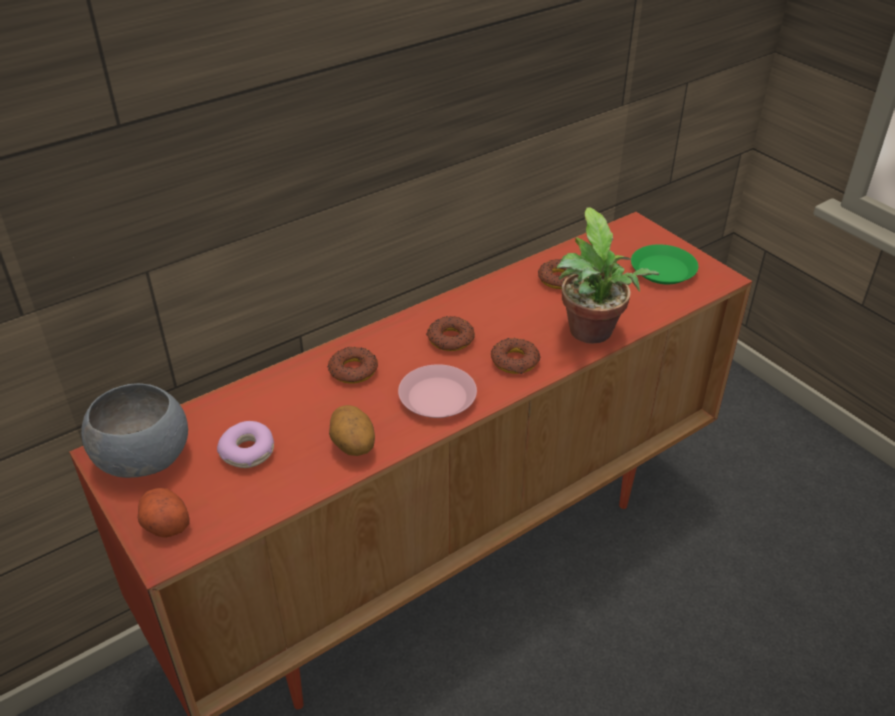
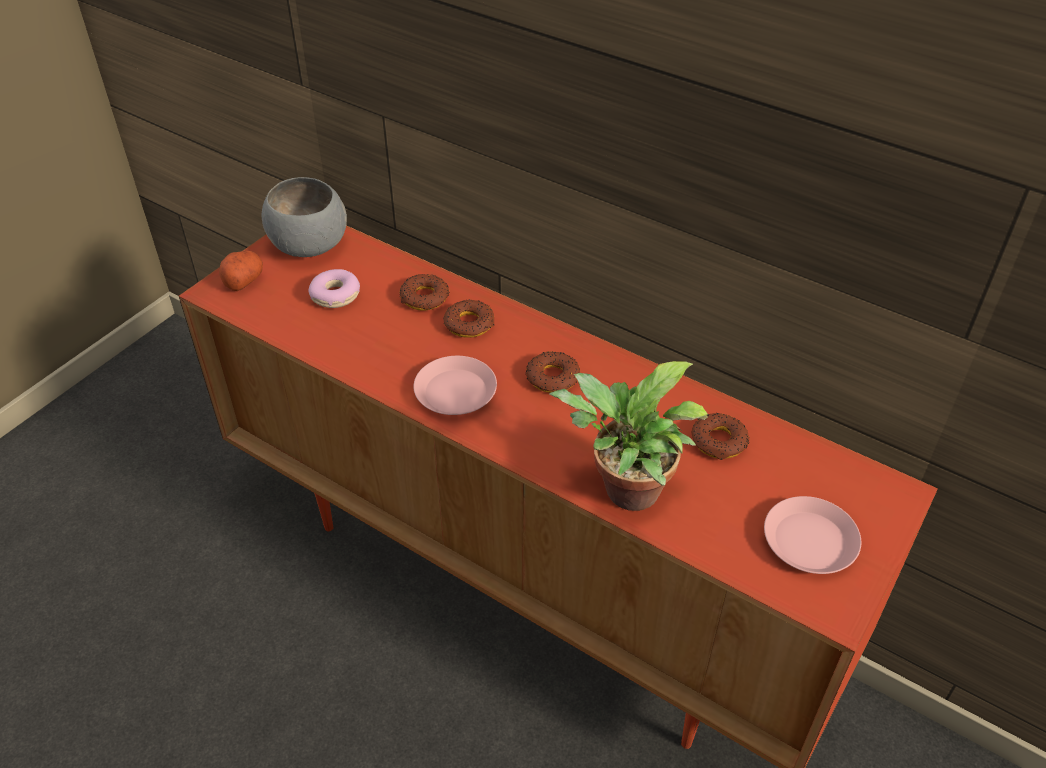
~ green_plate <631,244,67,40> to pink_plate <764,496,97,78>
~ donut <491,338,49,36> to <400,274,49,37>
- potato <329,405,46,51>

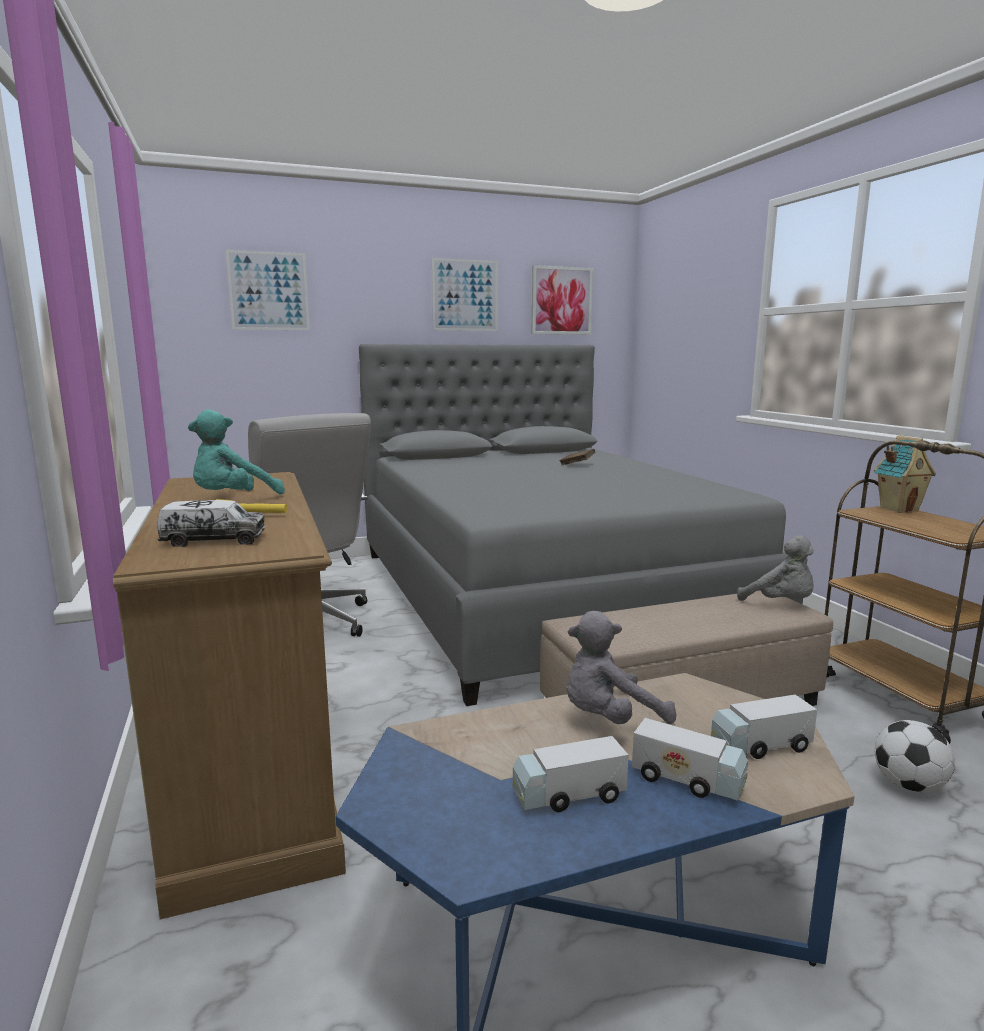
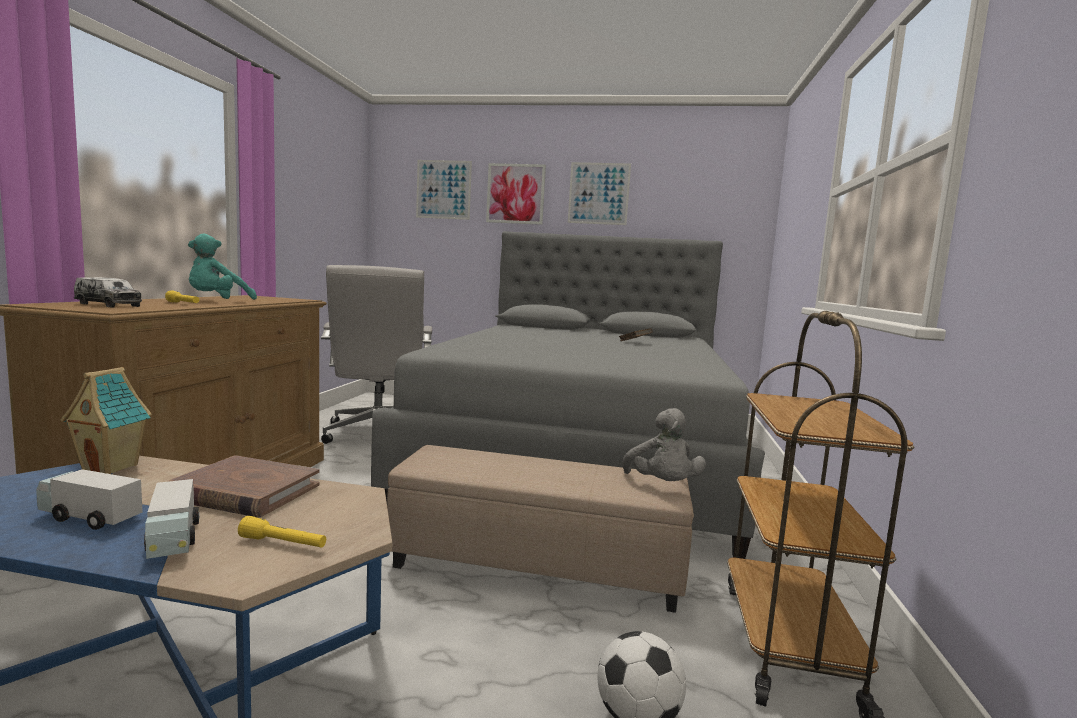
~ picture <532,265,61,70> to <486,163,60,62>
~ turquoise_plush_toy <188,409,97,86> = <188,233,69,66> 45 degrees counterclockwise
~ toy_house <874,435,62,78> to <60,367,92,107>
~ grey_plush_toy <566,611,111,113> to brown_book <168,455,151,63>
~ toy_truck <711,695,106,64> to yellow_flashlight <238,516,88,32>

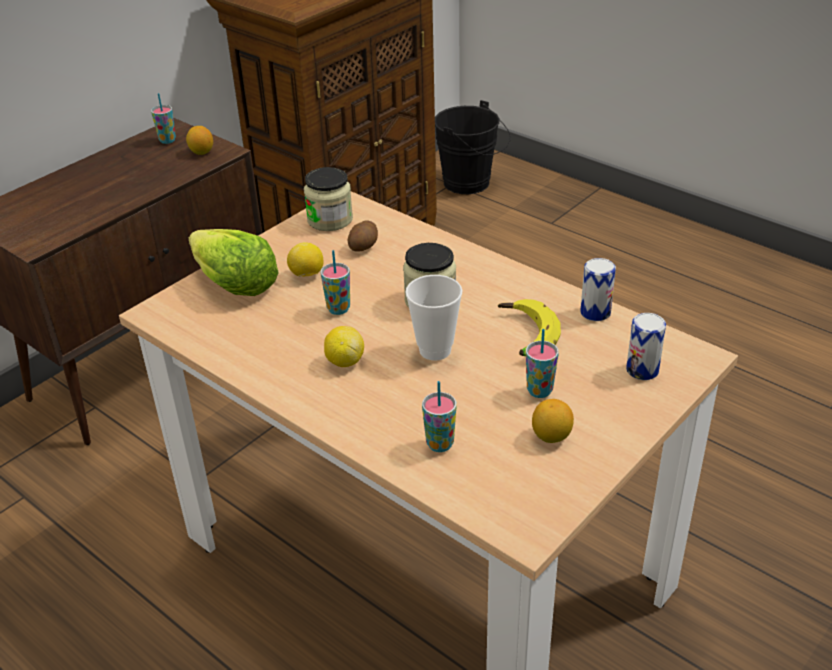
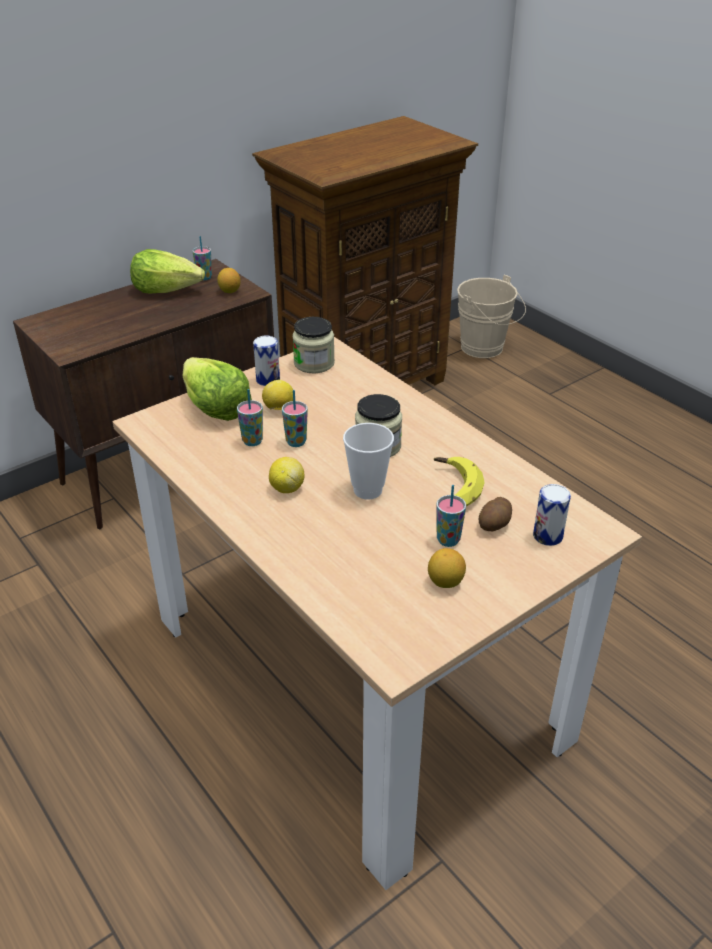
~ black_bucket <435,100,76,94> to beige_bucket <457,274,69,84>
~ potato <348,220,30,32> to <479,497,33,34>
~ can <580,258,36,63> to <253,335,27,51>
~ cup <422,381,35,71> to <237,389,26,57>
+ lettuce <130,249,75,44>

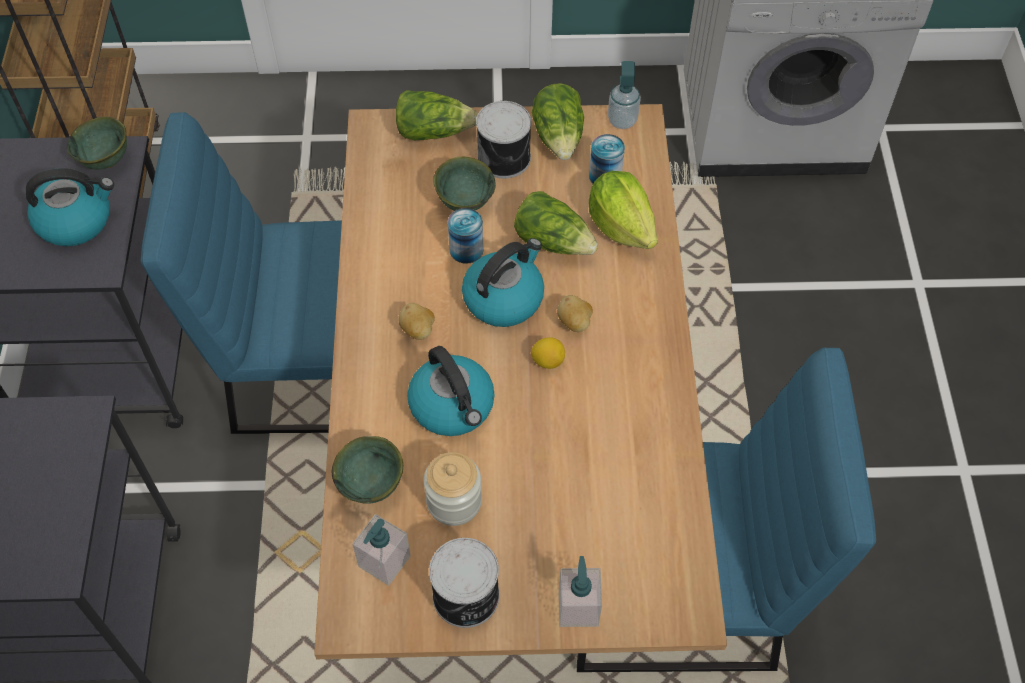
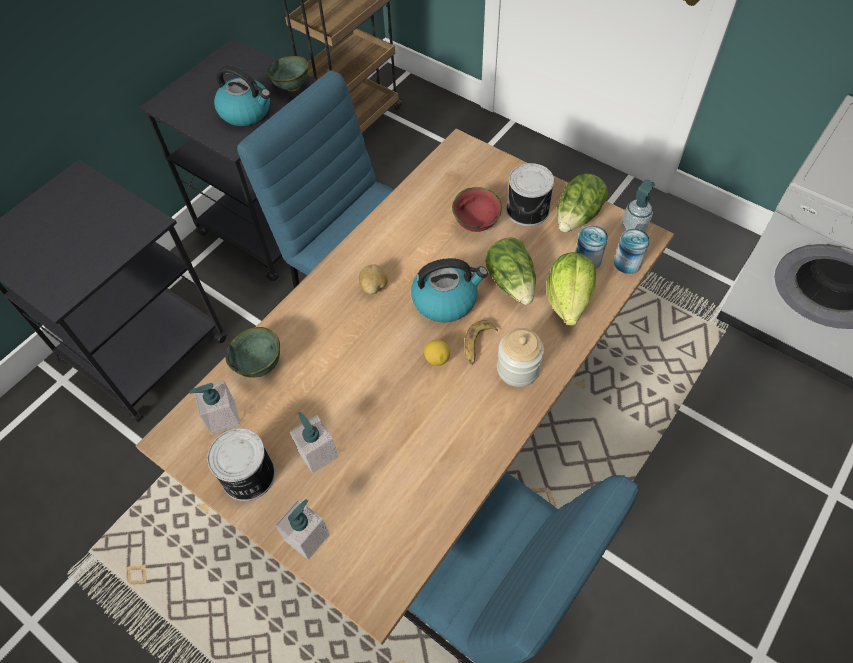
- lettuce <396,90,82,50>
~ green_bowl <433,157,63,54> to red_bowl <452,187,50,45>
~ can <448,208,36,56> to <614,229,36,45>
~ potato <557,295,36,37> to banana <464,320,34,45>
- kettle <407,346,88,90>
~ jar <423,452,59,74> to <497,328,47,59>
+ soap_dispenser <290,412,48,61>

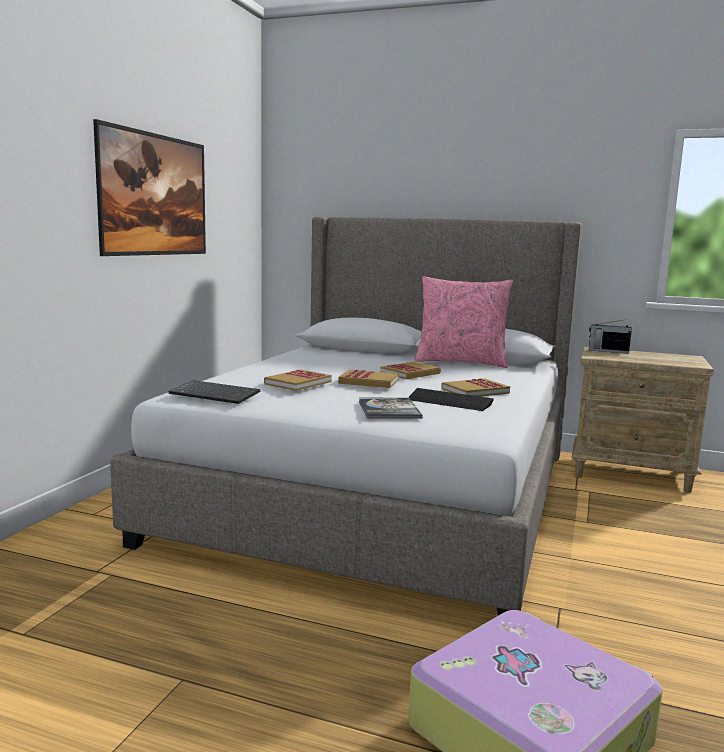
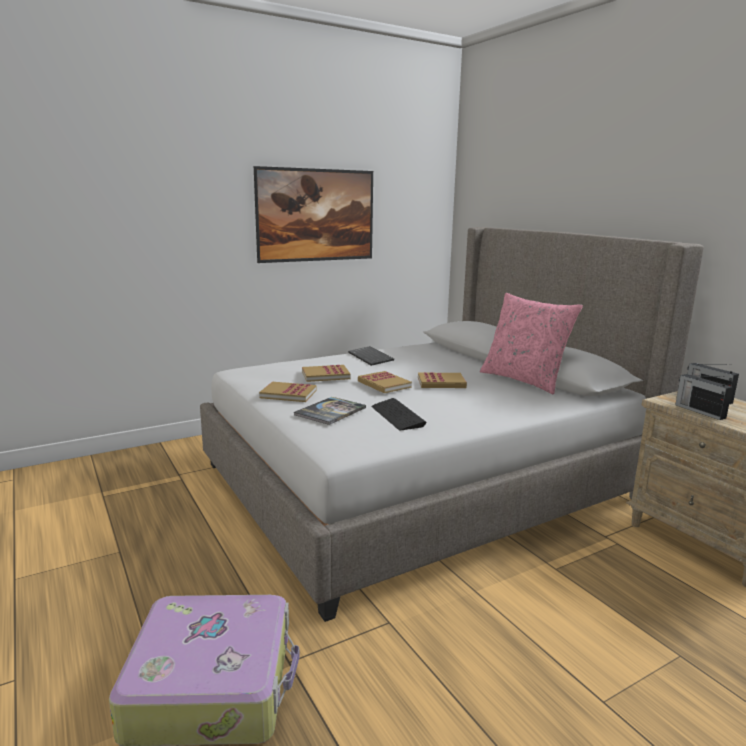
~ book <441,378,69,19> to <259,382,58,20>
~ keyboard <169,380,91,24> to <348,346,46,20>
+ radio <675,374,58,46>

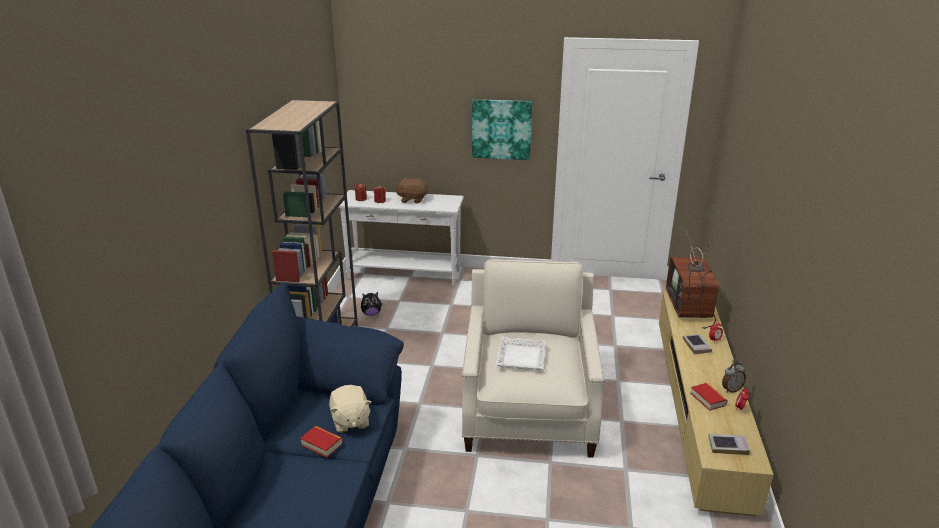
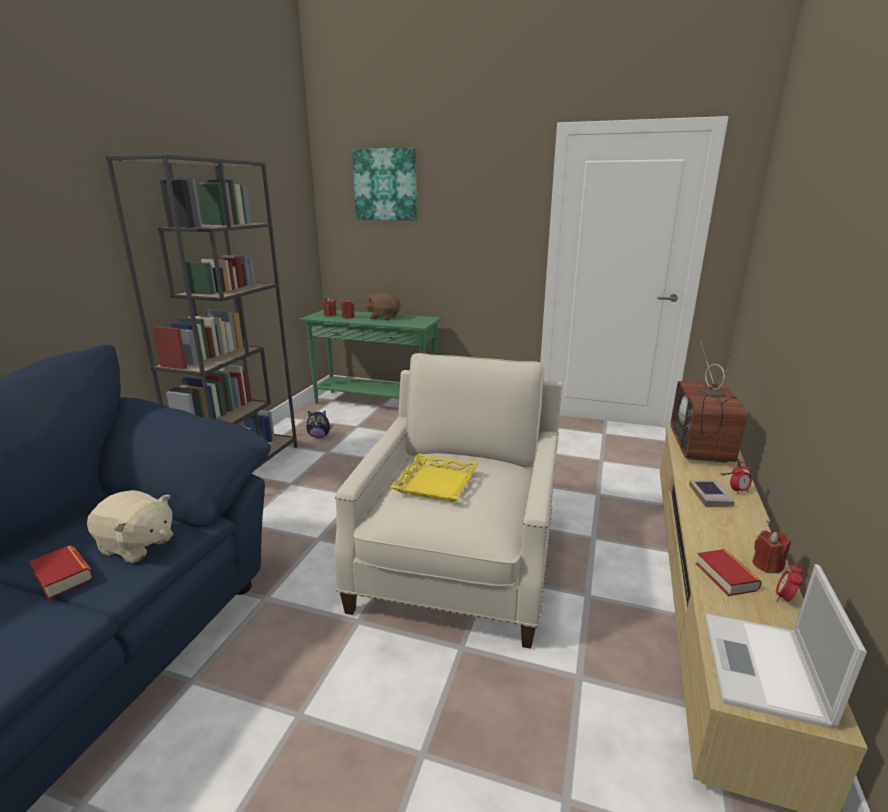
~ picture <472,99,60,61> to <352,148,65,72>
~ white_console_table <338,190,126,96> to green_console_table <300,310,141,94>
~ white_tray <495,337,51,34> to yellow_tray <390,454,89,48>
~ alarm_clock <722,362,24,31> to red_candle <752,531,39,42>
~ beige_plush_toy <329,385,43,48> = <87,490,86,73> 60 degrees counterclockwise
~ book <708,434,42,21> to laptop <705,564,162,164>

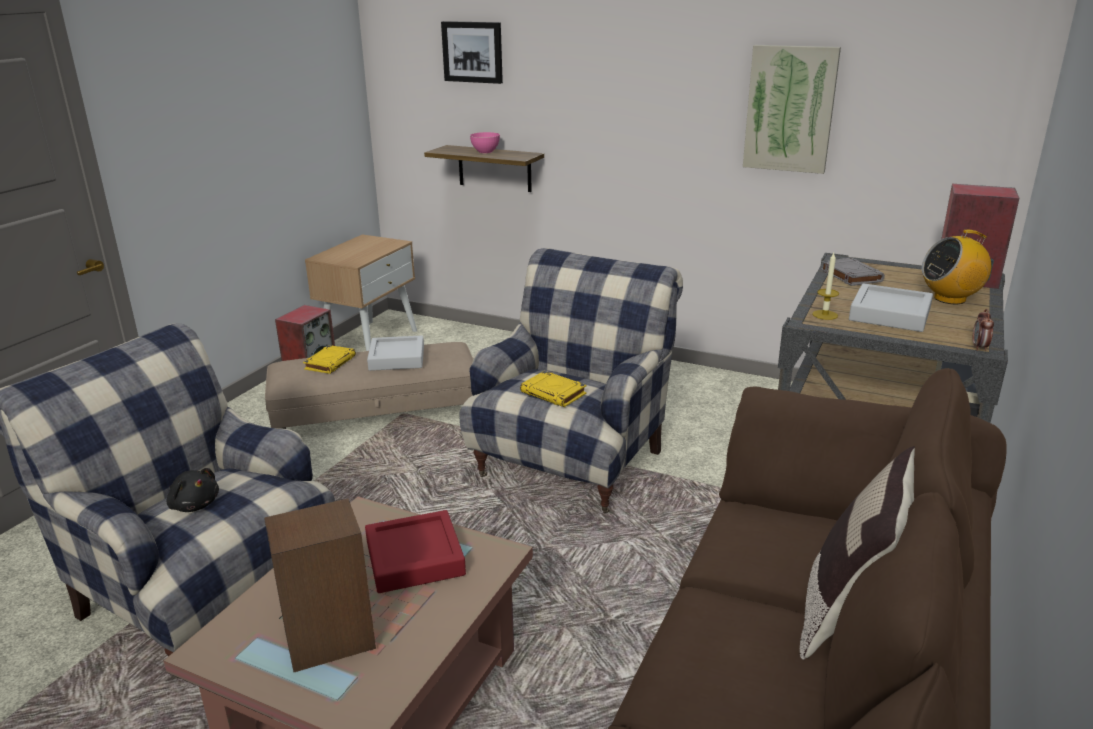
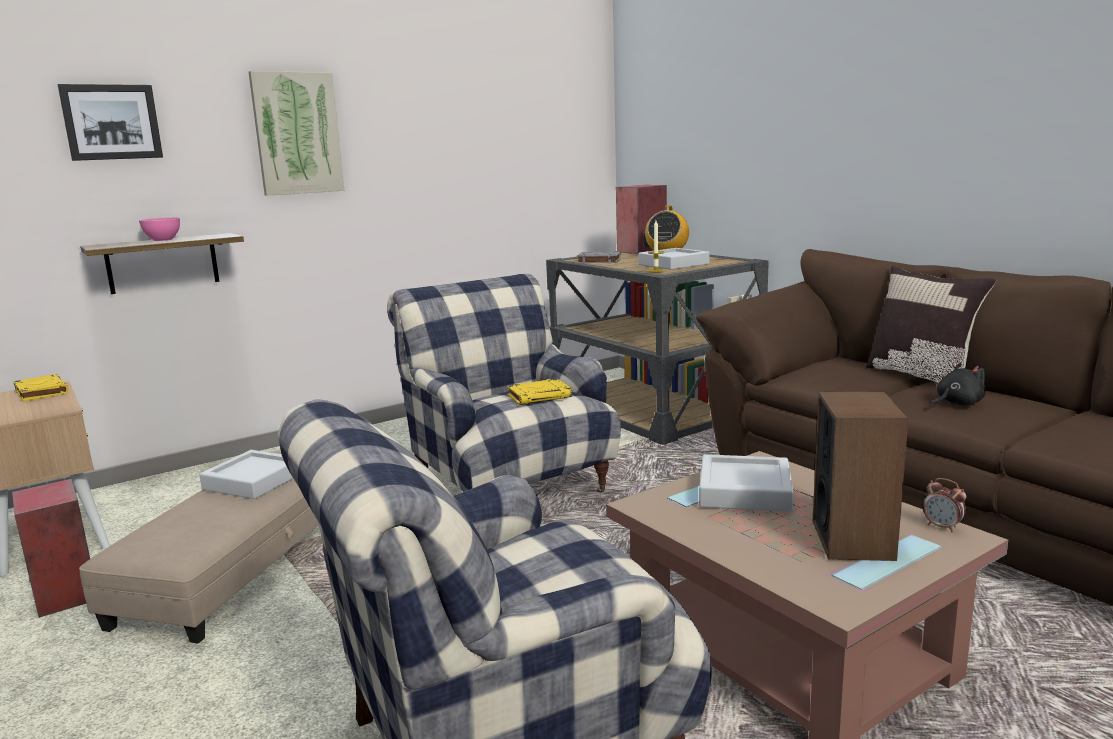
~ picture <743,45,98,129> to <249,71,95,125>
~ alarm_clock <973,309,21,42> to <923,478,43,54>
~ yellow_book <303,345,53,29> to <14,374,55,28>
~ black_plush_toy <167,468,52,44> to <932,362,54,44>
~ red_tray <365,510,101,83> to grey_tray <699,454,95,58>

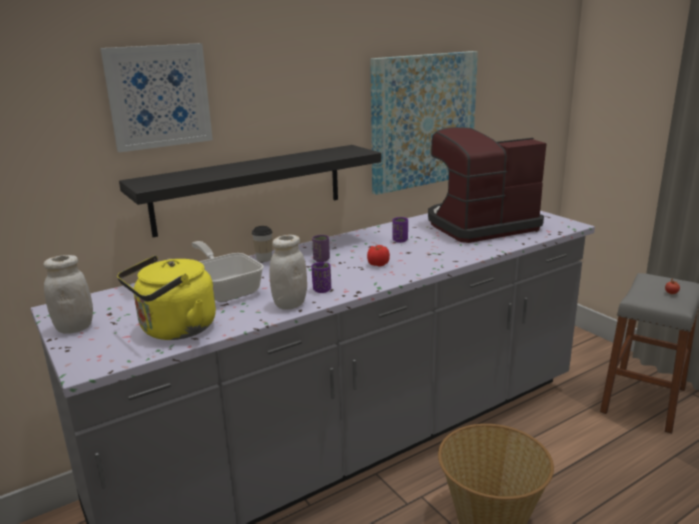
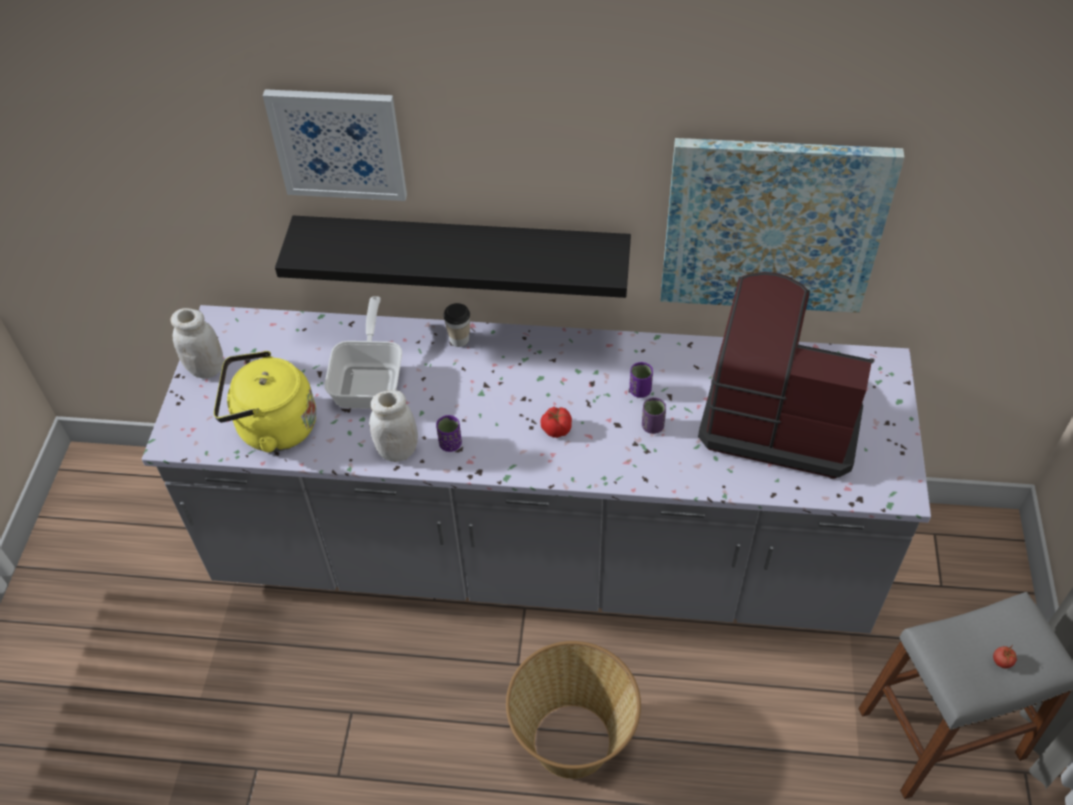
~ purple_cup <312,235,18,27> to <642,397,24,37>

